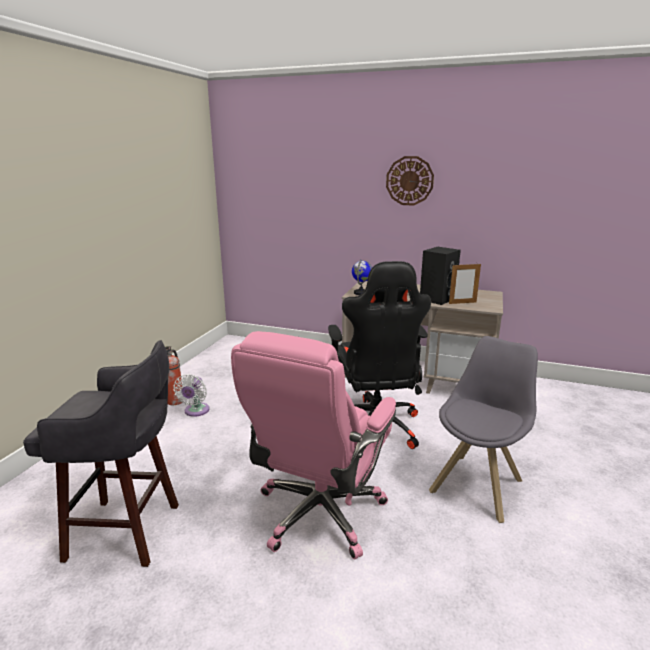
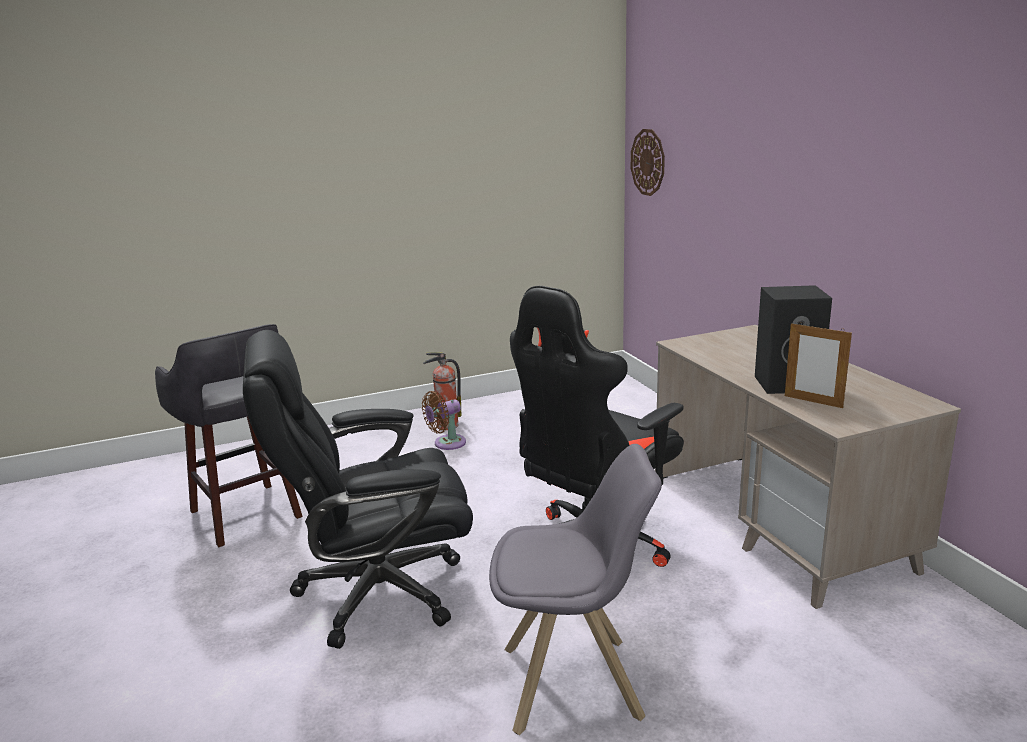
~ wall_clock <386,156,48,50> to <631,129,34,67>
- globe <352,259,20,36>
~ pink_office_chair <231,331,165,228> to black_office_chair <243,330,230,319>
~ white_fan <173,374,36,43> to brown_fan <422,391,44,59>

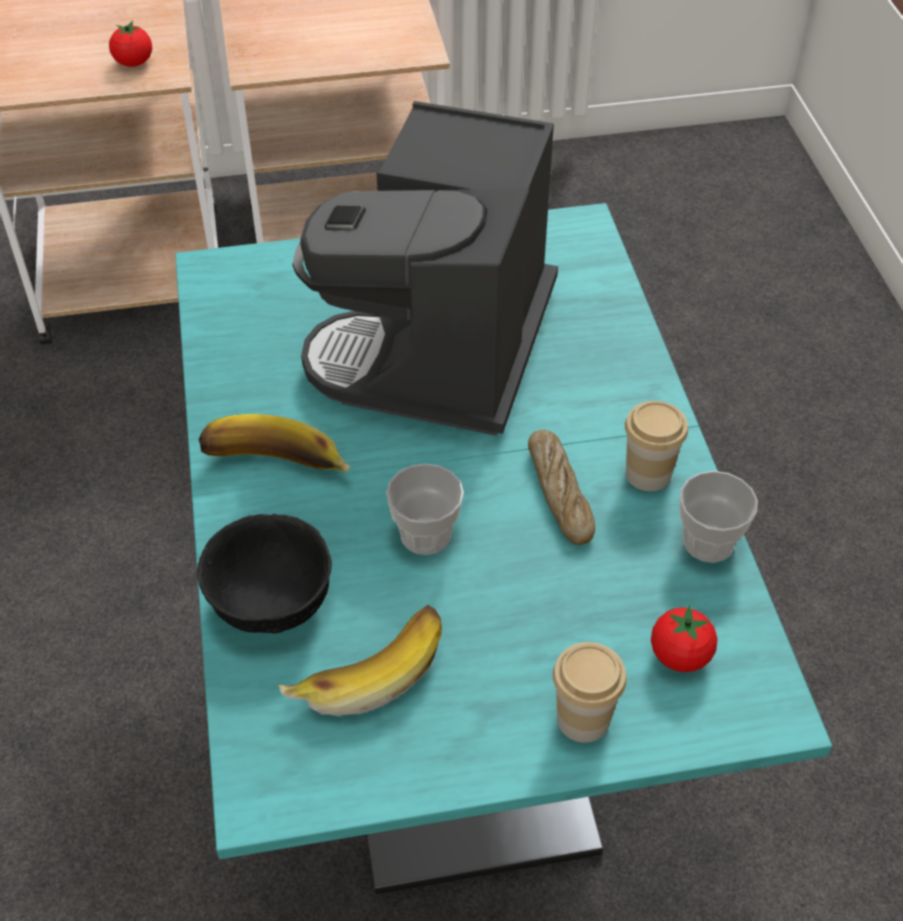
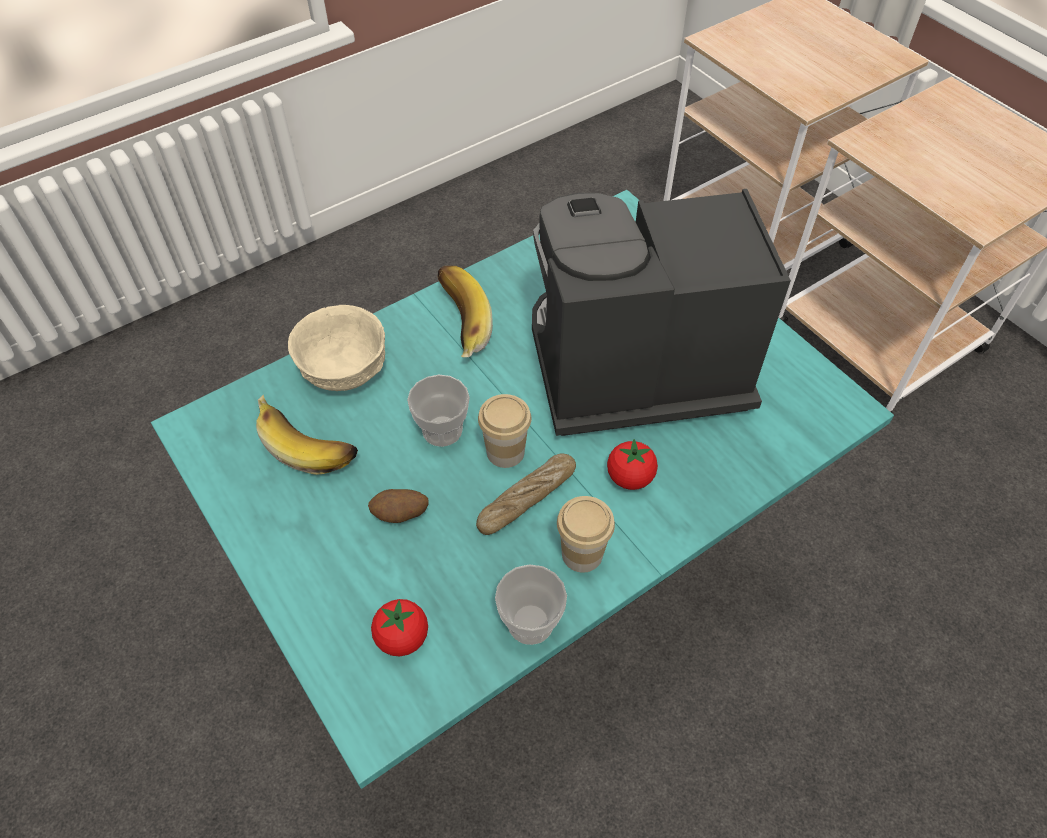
~ tomato <109,21,43,46> to <607,439,51,51>
~ black_bowl <197,514,135,119> to beige_bowl <288,305,97,86>
~ cup <553,642,74,101> to <478,394,53,74>
+ potato <368,489,61,34>

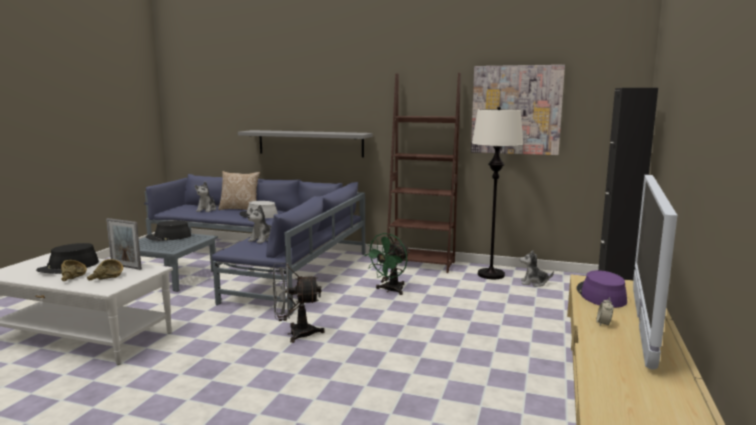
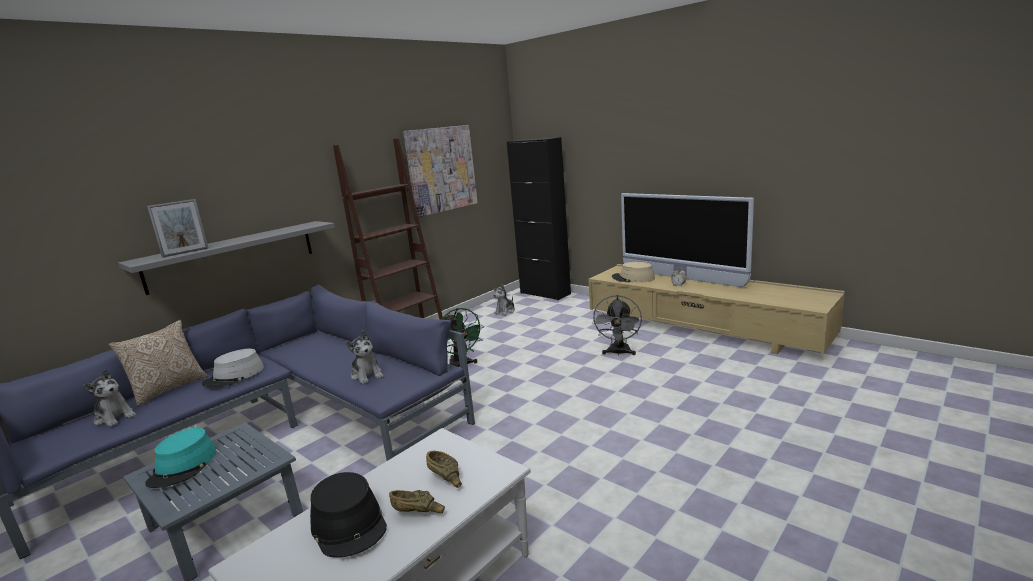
- white_floor_lamp <472,106,51,173>
~ picture_frame <106,218,36,52> to <147,199,62,59>
~ black_hat <146,221,45,20> to turquoise_hat <145,428,71,60>
~ grey_fan <273,263,52,80> to <593,295,49,61>
~ purple_hat <577,270,50,38> to beige_hat <612,262,43,20>

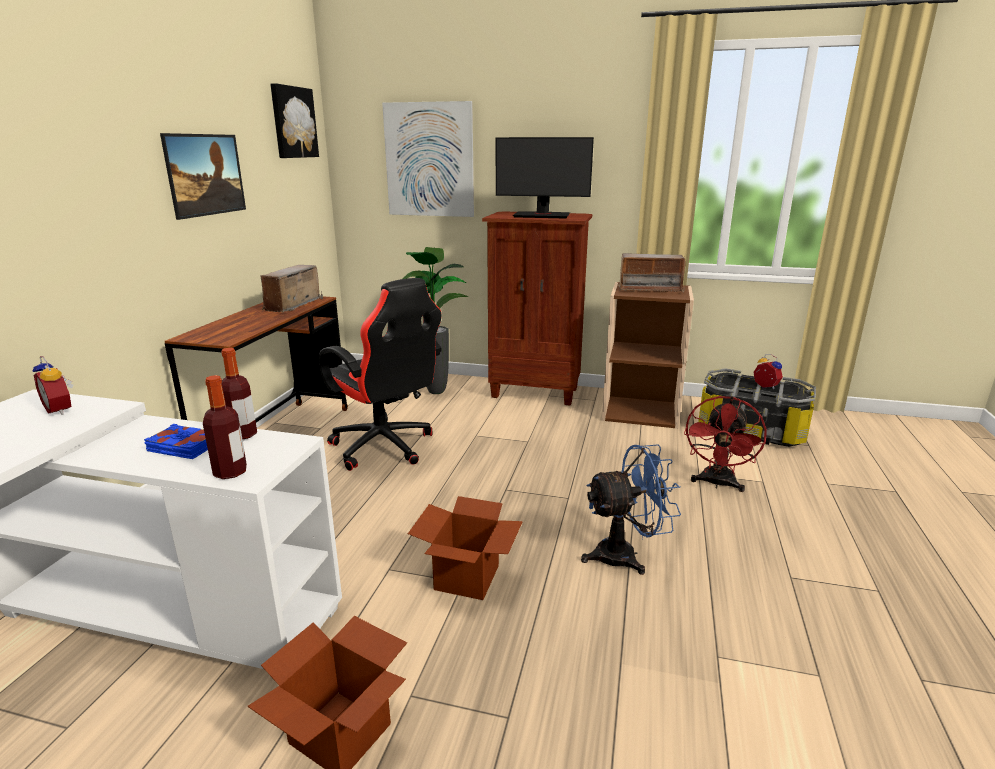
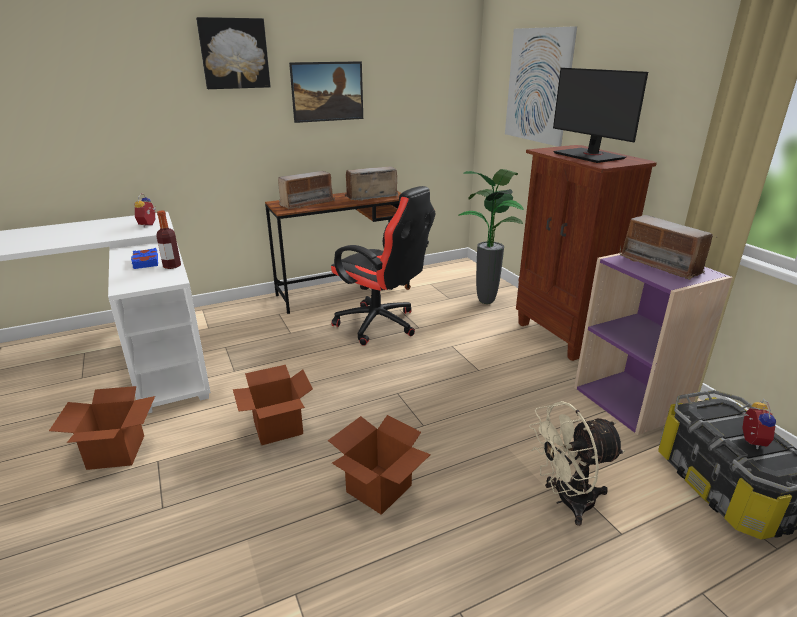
~ picture <270,83,49,75> to <196,17,74,72>
~ black_office_chair <319,278,123,193> = <331,186,104,160> 60 degrees counterclockwise
~ brown_bookcase <602,282,92,147> to purple_bookcase <574,253,159,182>
- bottle <203,375,44,104>
~ red_fan <684,396,83,96> to beige_fan <529,401,96,125>
~ blue_fan <581,444,100,131> to cardboard_box <328,415,103,100>
+ radio <278,171,57,38>

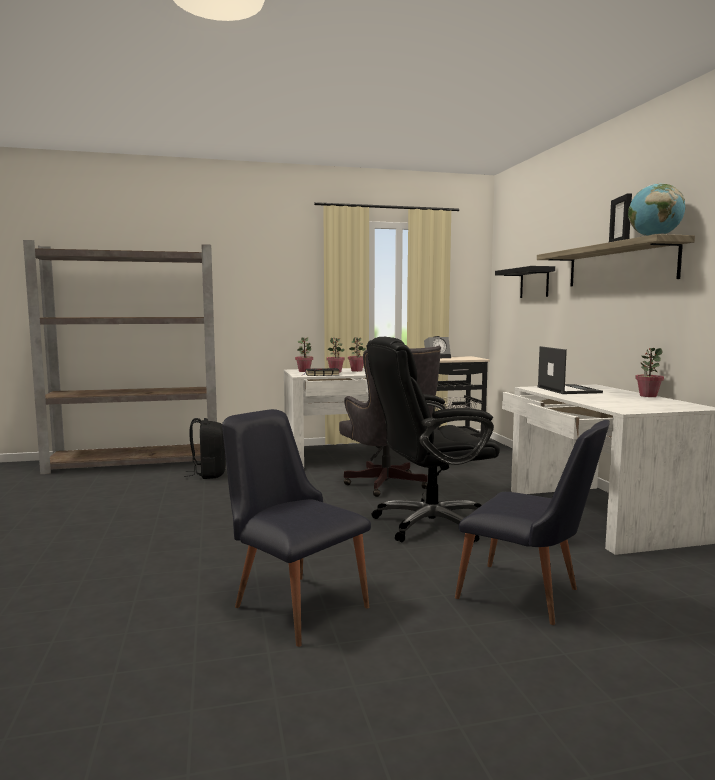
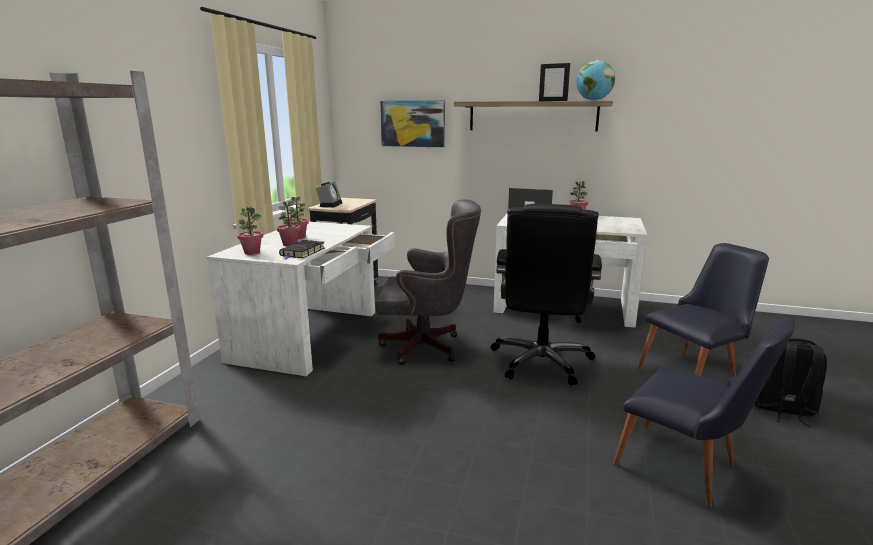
~ black_shelf <495,266,60,32> to picture <380,101,65,46>
~ black_chair <222,409,149,238> = <613,318,182,190> 120 degrees counterclockwise
~ black_backpack <184,418,42,61> to <755,338,72,89>

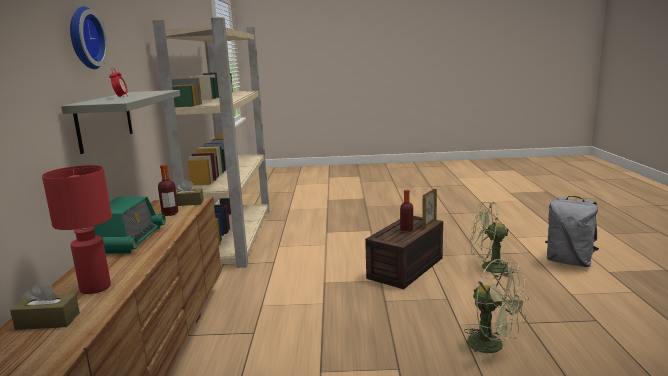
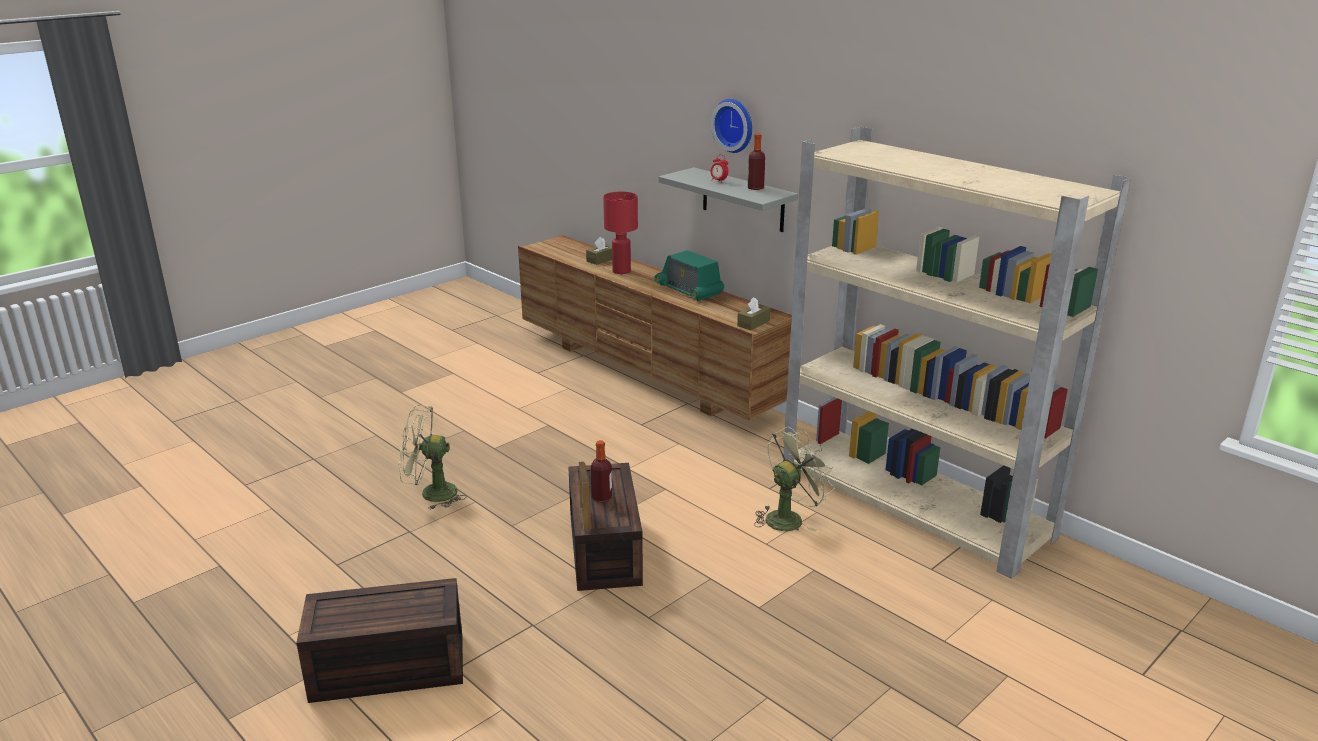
~ bottle <158,164,21,52> to <748,133,17,57>
~ grey_backpack <545,196,54,71> to brown_storage_box <296,578,167,125>
~ green_fan <470,202,47,76> to <754,427,80,105>

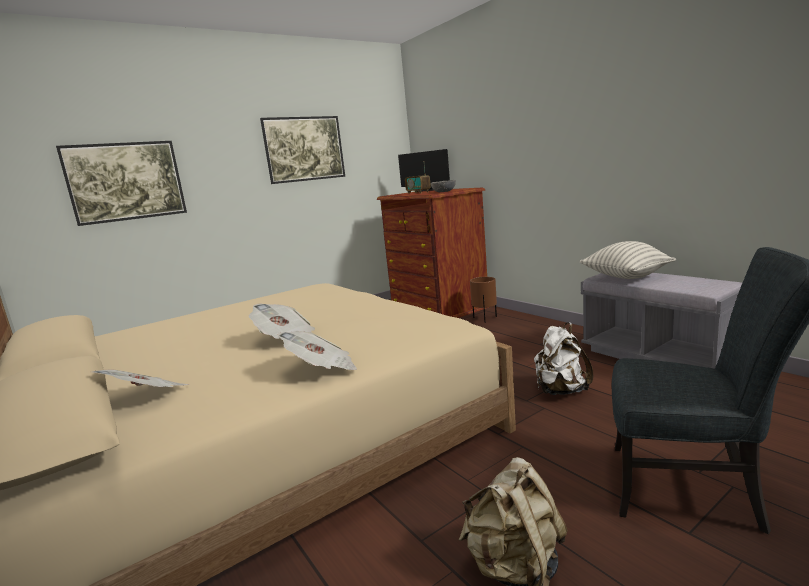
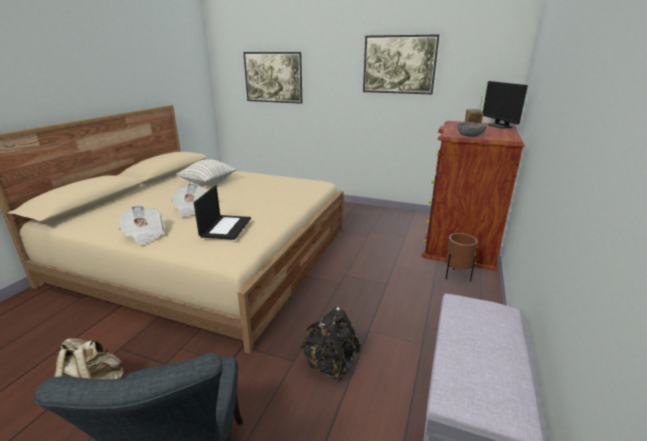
~ pillow <579,241,97,38> to <176,159,60,27>
~ white_backpack <534,323,60,72> to black_backpack <300,307,61,74>
- newspaper <92,370,97,17>
+ laptop <194,185,57,55>

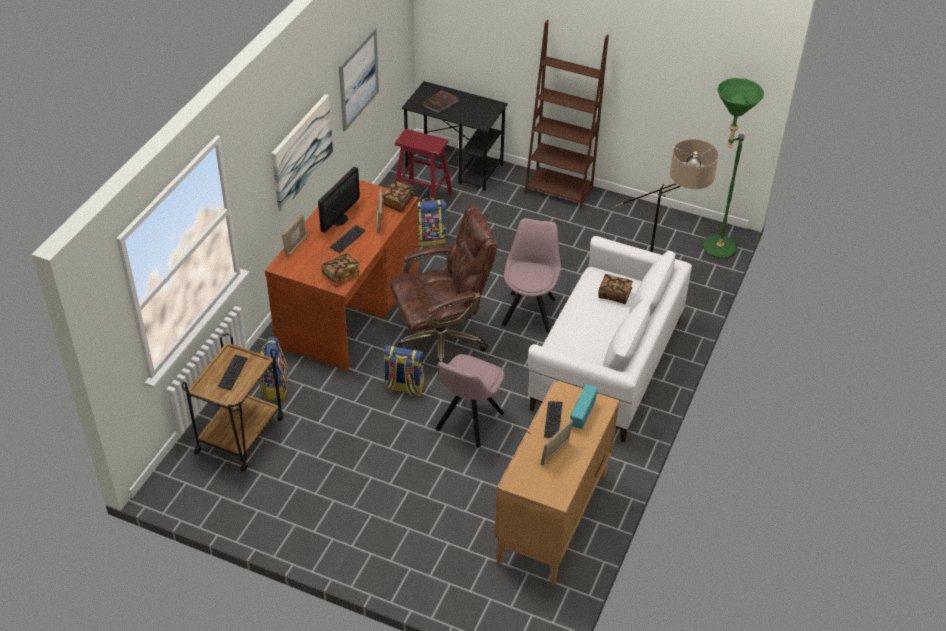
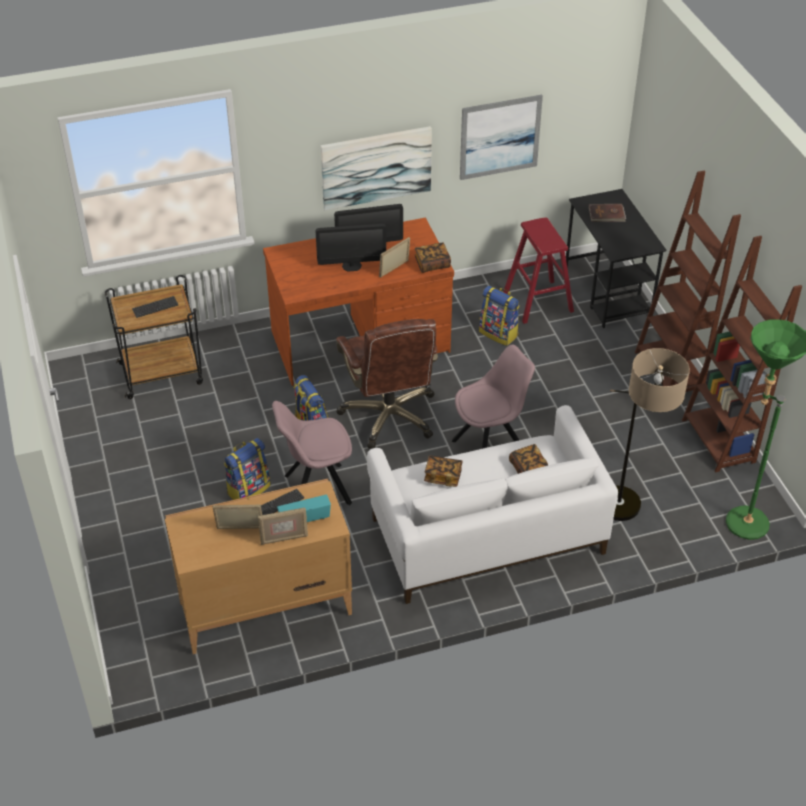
~ brown_office_chair <390,205,107,169> = <336,319,102,130> 45 degrees clockwise
~ picture_frame <282,213,25,45> to <258,508,50,37>
~ keyboard <330,225,36,28> to monitor <316,224,70,47>
~ book <321,253,39,30> to <424,455,39,32>
~ backpack <260,337,28,63> to <224,438,47,62>
+ brown_bookcase <682,236,120,237>

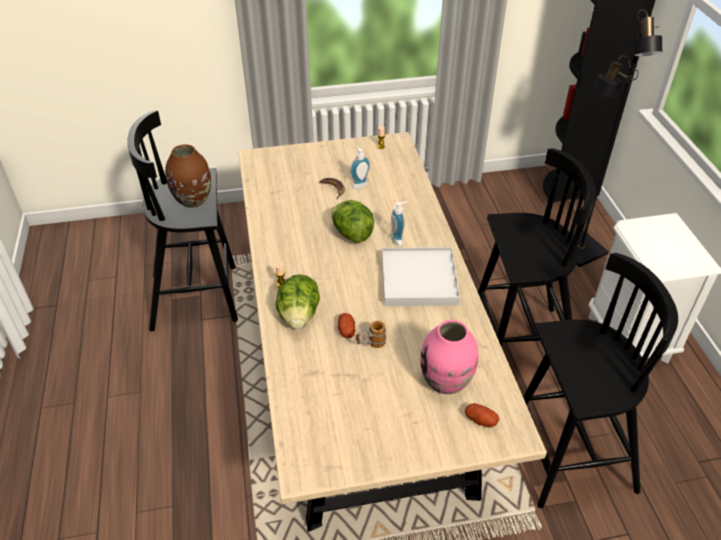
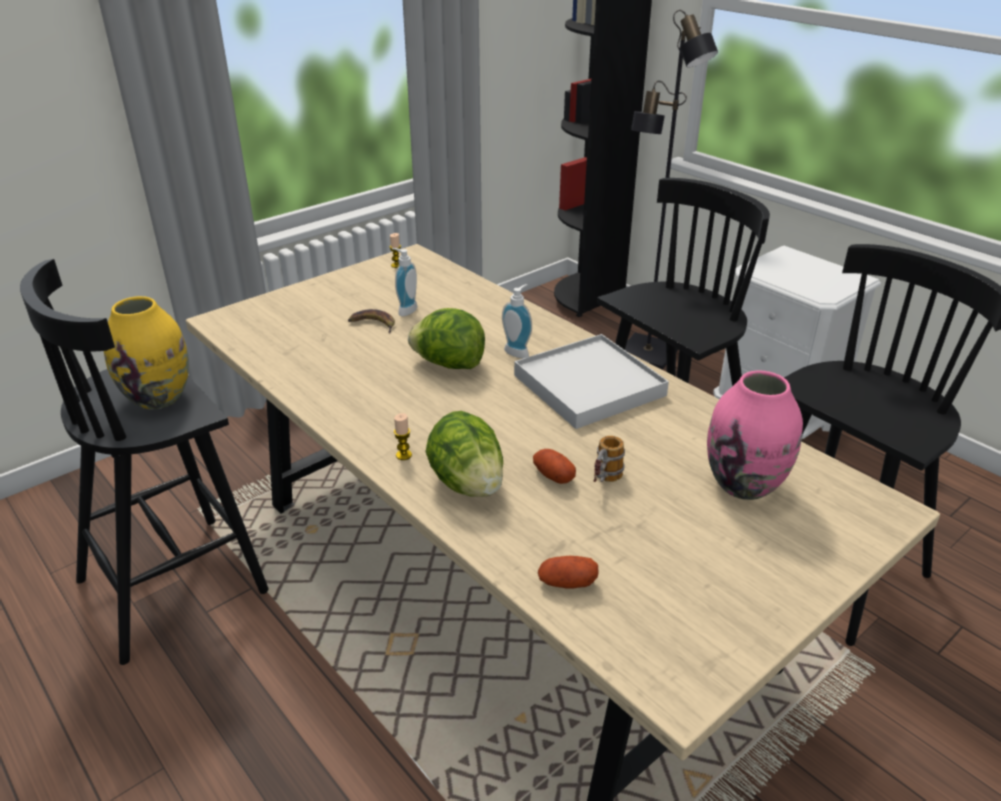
~ brown_vase <165,144,46,64> to yellow_vase <104,296,85,114>
~ potato <465,403,34,25> to <538,556,60,33>

